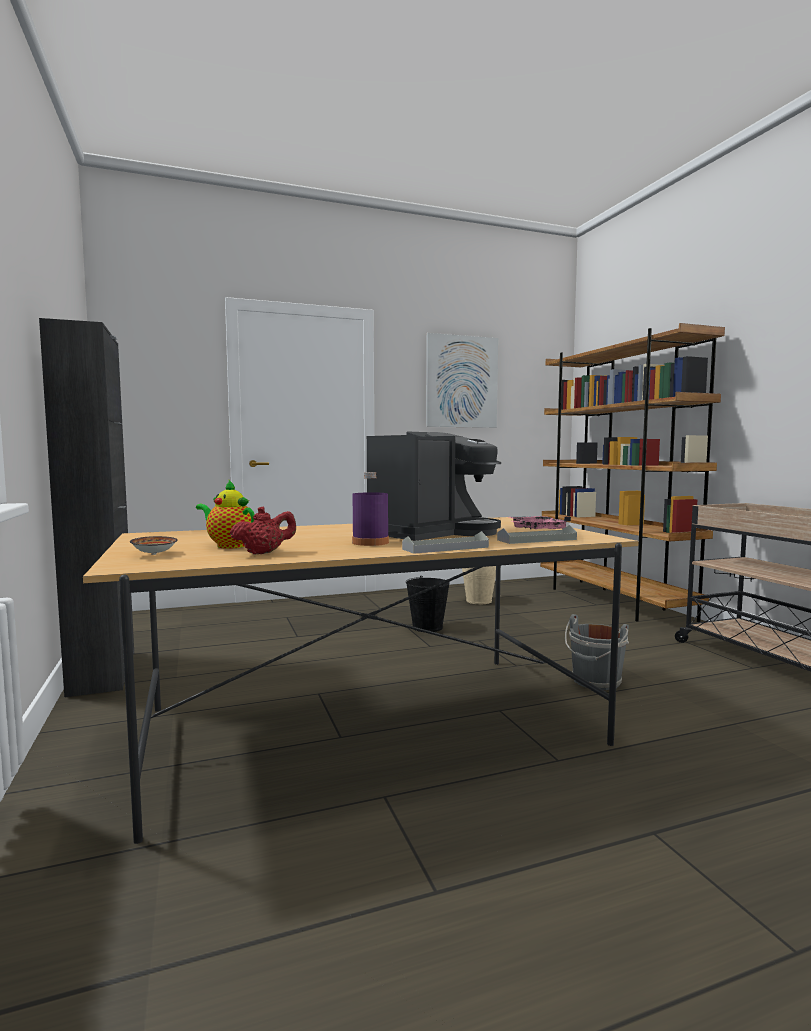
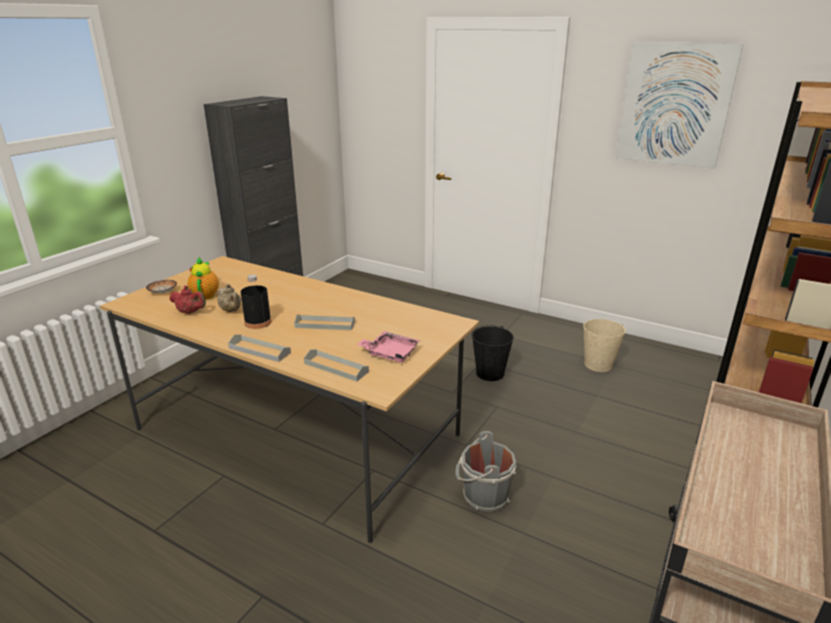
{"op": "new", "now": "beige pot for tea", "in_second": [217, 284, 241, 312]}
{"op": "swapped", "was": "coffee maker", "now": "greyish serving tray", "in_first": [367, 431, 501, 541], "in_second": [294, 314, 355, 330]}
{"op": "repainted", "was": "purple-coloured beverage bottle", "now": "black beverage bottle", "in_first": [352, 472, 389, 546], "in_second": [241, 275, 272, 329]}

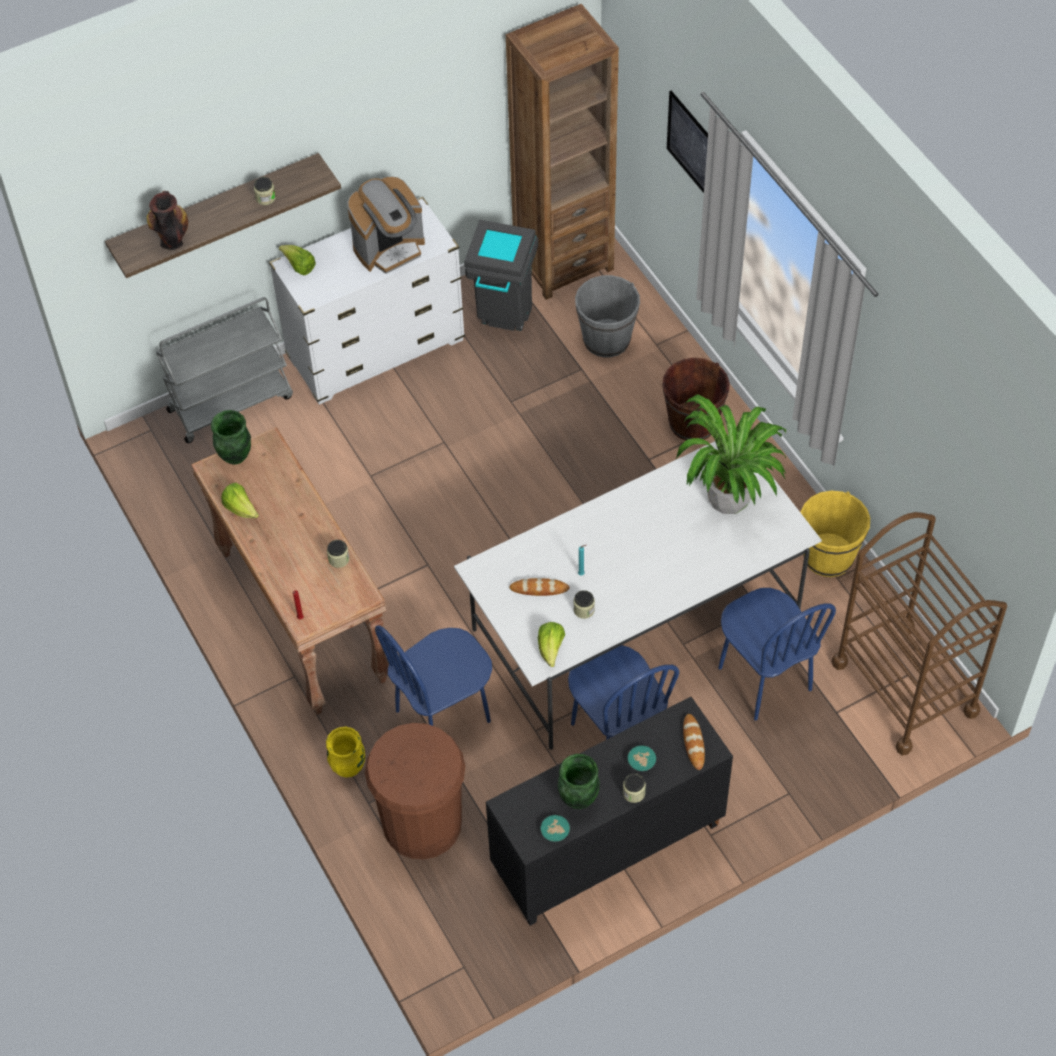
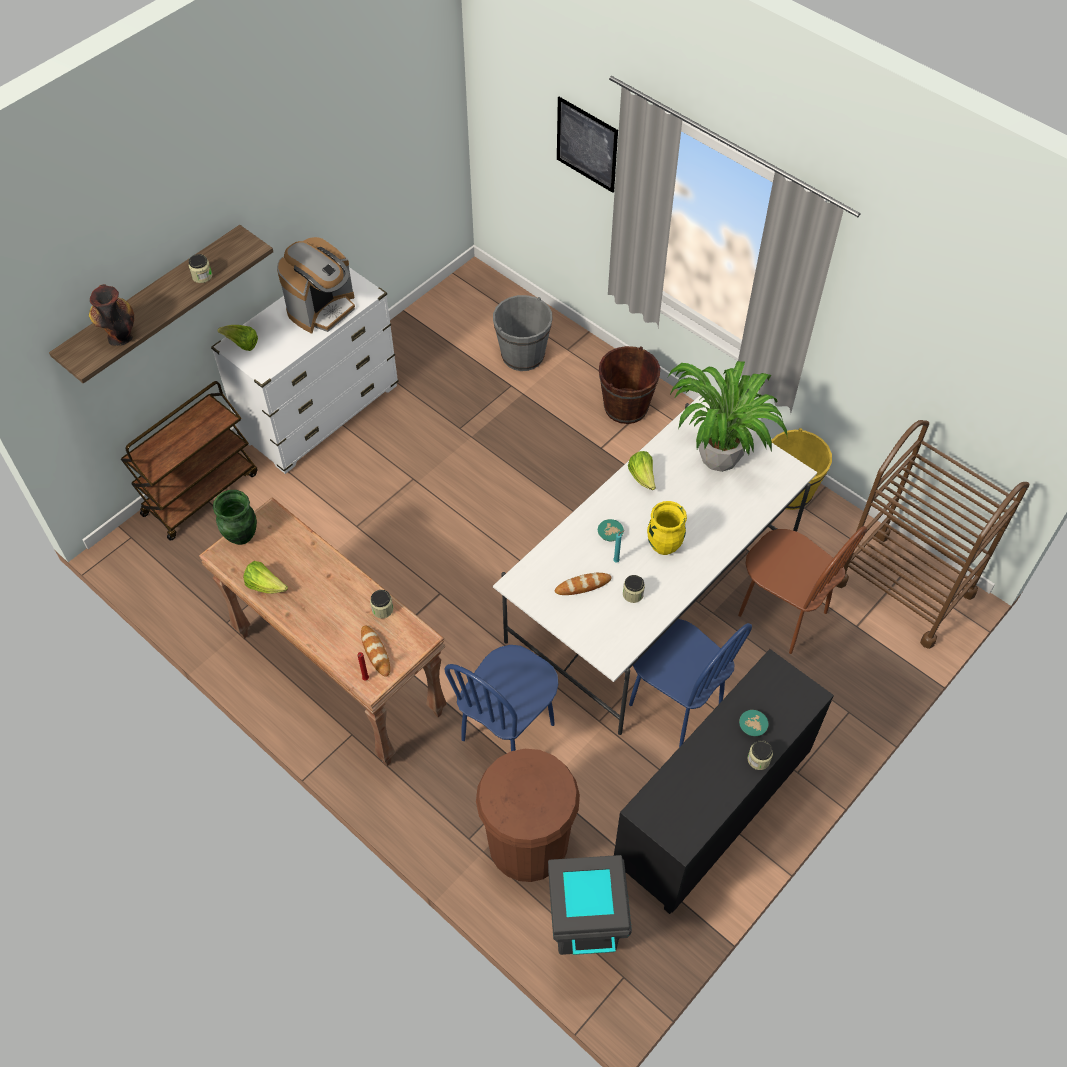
{"op": "gone", "was": "brownish shelving unit", "in_first": [506, 4, 619, 300]}
{"op": "gone", "was": "greenish vase", "in_first": [558, 754, 600, 809]}
{"op": "shifted", "was": "yellow vase", "in_first": [326, 727, 365, 778], "in_second": [647, 501, 687, 555]}
{"op": "shifted", "was": "greyish trash can", "in_first": [464, 220, 538, 331], "in_second": [548, 855, 632, 955]}
{"op": "shifted", "was": "lettuce", "in_first": [538, 622, 565, 667], "in_second": [628, 451, 656, 490]}
{"op": "shifted", "was": "turquoise-coloured bowl", "in_first": [541, 815, 570, 842], "in_second": [598, 519, 624, 541]}
{"op": "shifted", "was": "bakery bread", "in_first": [683, 714, 705, 770], "in_second": [361, 626, 390, 677]}
{"op": "repainted", "was": "greyish trolley", "now": "brownish trolley", "in_first": [156, 297, 293, 443], "in_second": [121, 381, 258, 541]}
{"op": "repainted", "was": "blue plain chair", "now": "brownish plain chair", "in_first": [718, 588, 836, 721], "in_second": [738, 526, 867, 654]}

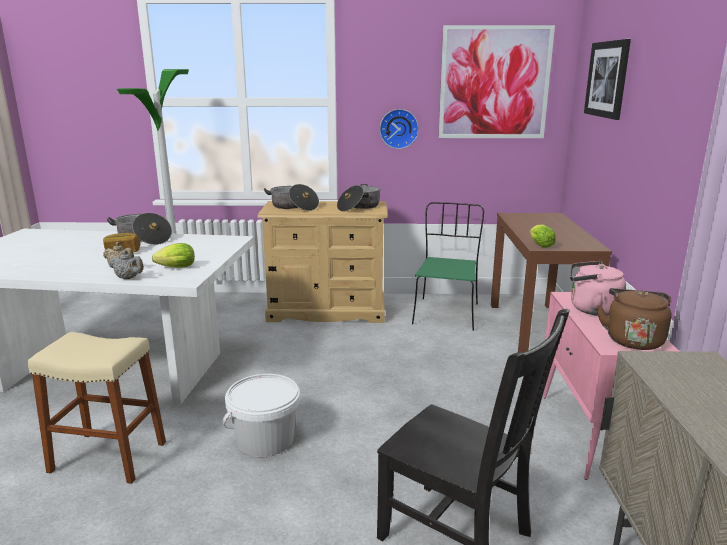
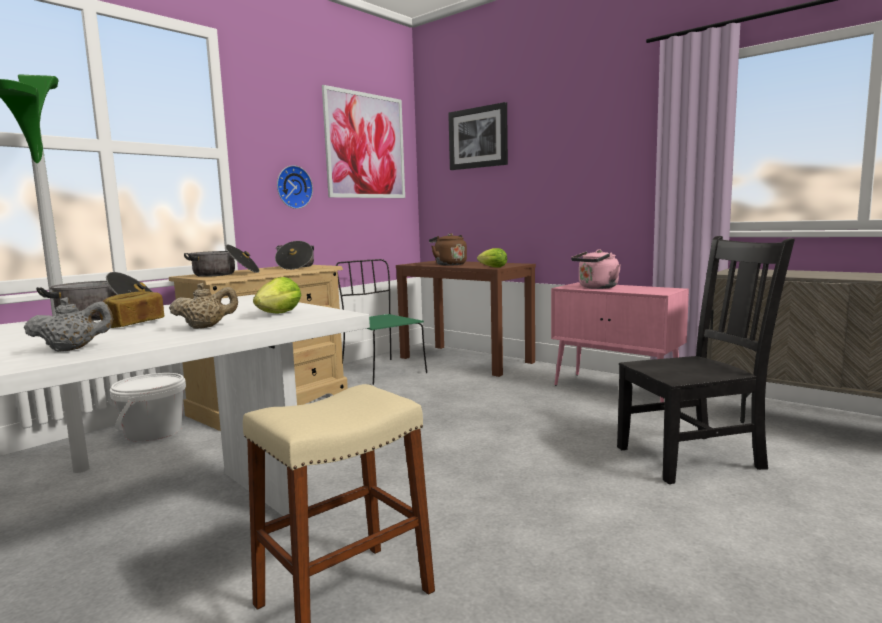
{"op": "shifted", "was": "greyish pot for tea", "in_first": [109, 250, 144, 279], "in_second": [24, 297, 113, 352]}
{"op": "shifted", "was": "whitish water bucket", "in_first": [223, 374, 300, 457], "in_second": [110, 373, 186, 442]}
{"op": "shifted", "was": "brownish water kettle", "in_first": [597, 288, 672, 350], "in_second": [429, 233, 467, 266]}

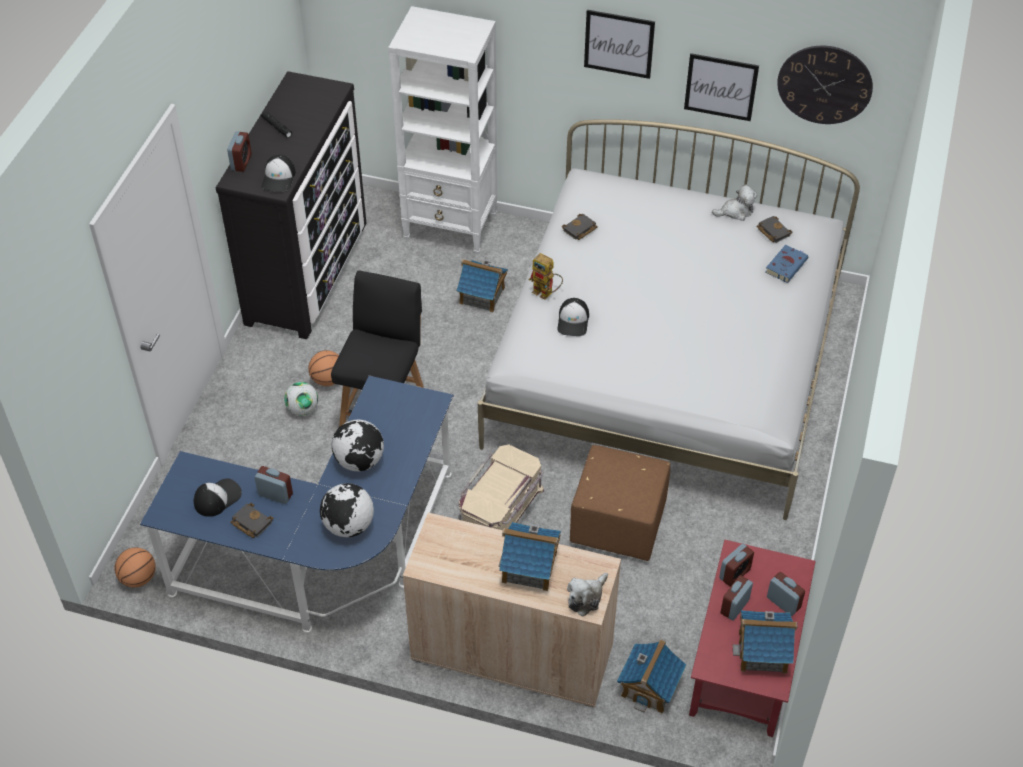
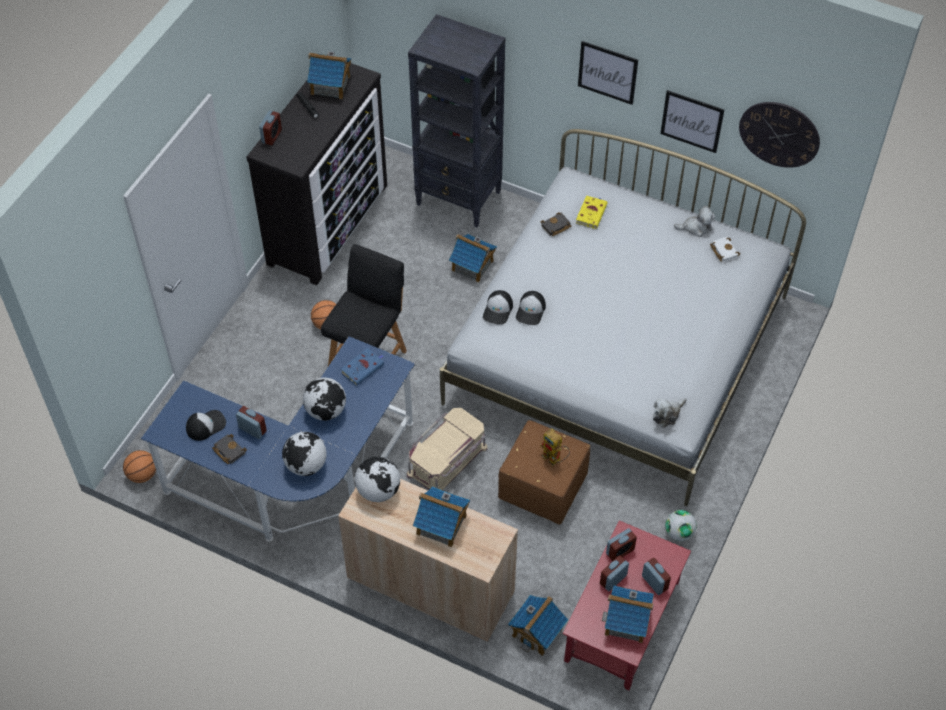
{"op": "new", "now": "toy house", "in_second": [307, 51, 351, 99]}
{"op": "new", "now": "globe", "in_second": [355, 457, 400, 502]}
{"op": "new", "now": "yellow volume", "in_second": [576, 196, 608, 229]}
{"op": "shifted", "was": "baseball cap", "in_first": [261, 155, 296, 192], "in_second": [483, 290, 513, 325]}
{"op": "shifted", "was": "football", "in_first": [284, 382, 318, 415], "in_second": [665, 510, 697, 541]}
{"op": "shifted", "was": "toy robot", "in_first": [529, 253, 563, 300], "in_second": [540, 428, 570, 466]}
{"op": "shifted", "was": "soft toy", "in_first": [567, 573, 608, 616], "in_second": [653, 398, 687, 428]}
{"op": "shifted", "was": "blue volume", "in_first": [765, 245, 808, 283], "in_second": [341, 348, 384, 386]}
{"op": "repainted", "was": "whitish shelving unit", "now": "black shelving unit", "in_first": [388, 6, 497, 255], "in_second": [408, 14, 505, 227]}
{"op": "repainted", "was": "black volume", "now": "whitish volume", "in_first": [756, 216, 792, 243], "in_second": [710, 237, 740, 262]}

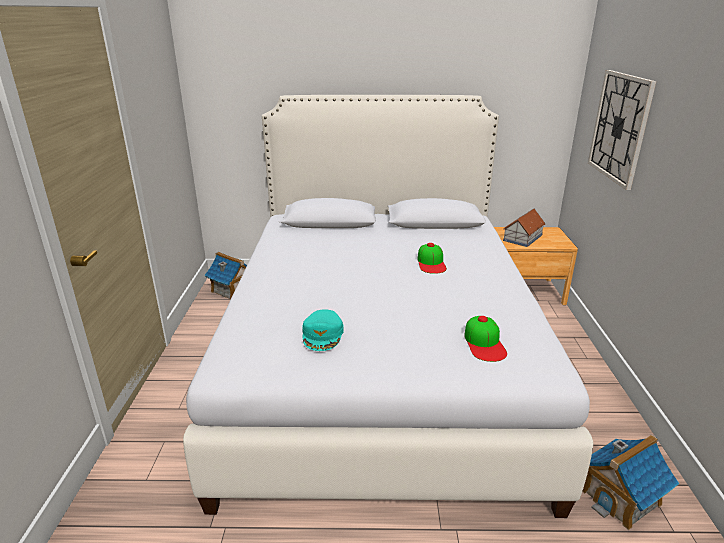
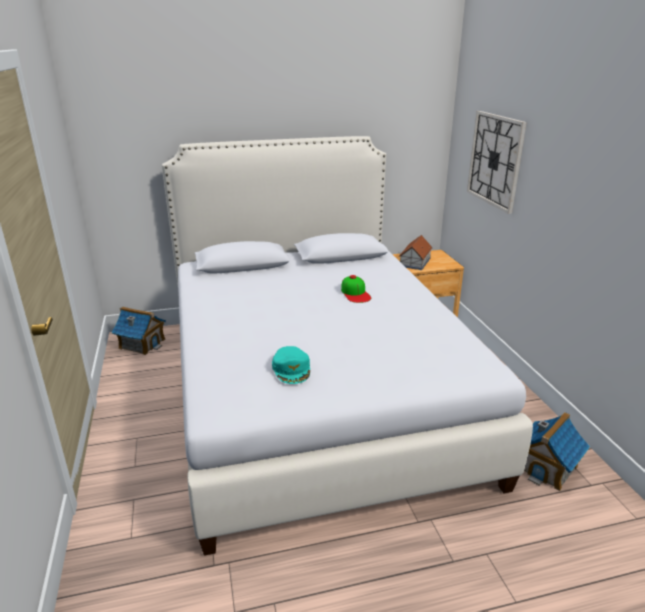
{"op": "gone", "was": "baseball cap", "in_first": [464, 316, 507, 362]}

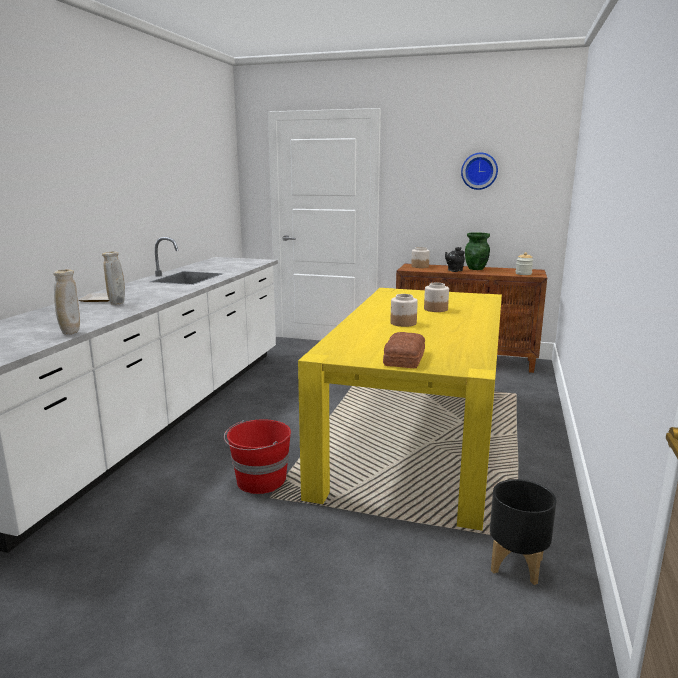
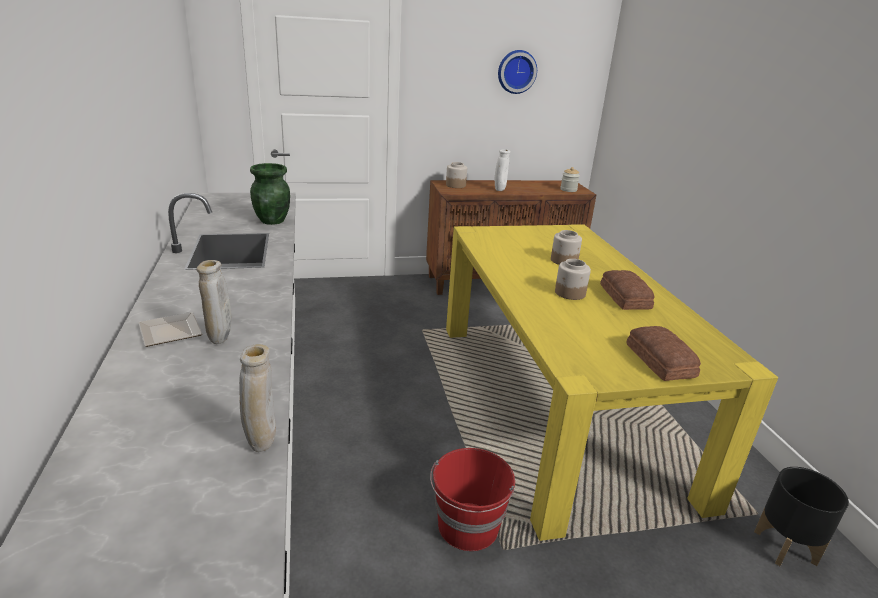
{"op": "new", "now": "bakery bread", "in_second": [600, 270, 654, 310]}
{"op": "shifted", "was": "greenish vase", "in_first": [465, 232, 490, 270], "in_second": [250, 163, 290, 225]}
{"op": "swapped", "was": "black pot for tea", "now": "whitish vase", "in_first": [445, 247, 465, 272], "in_second": [495, 149, 511, 191]}

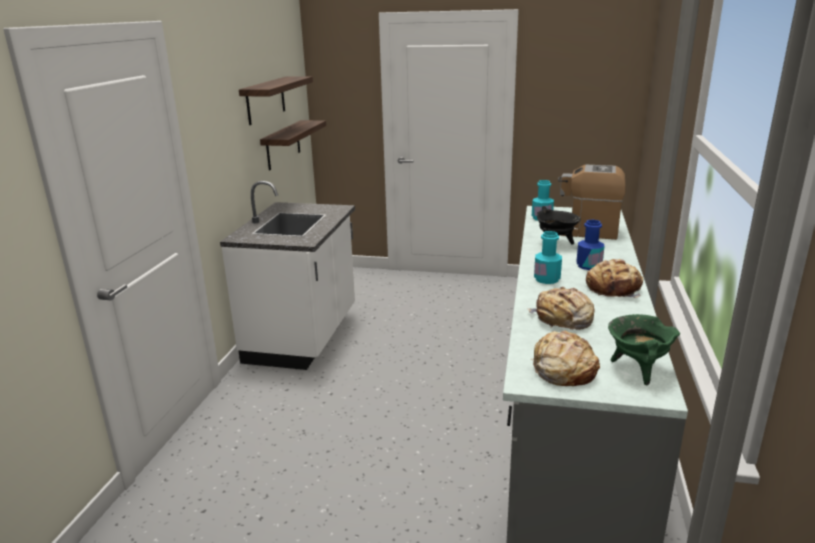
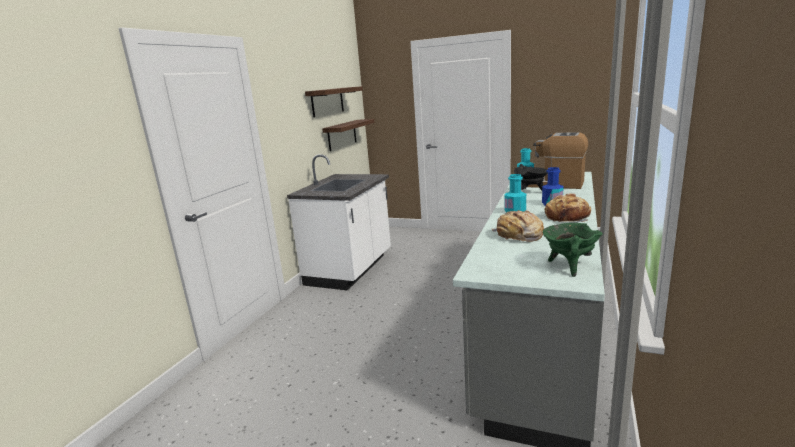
{"op": "gone", "was": "bakery bread", "in_first": [531, 330, 600, 386]}

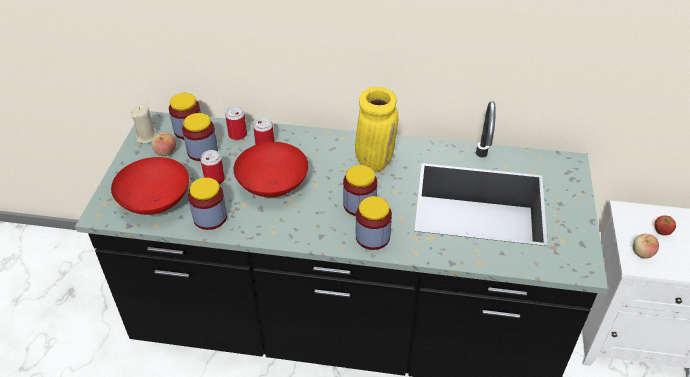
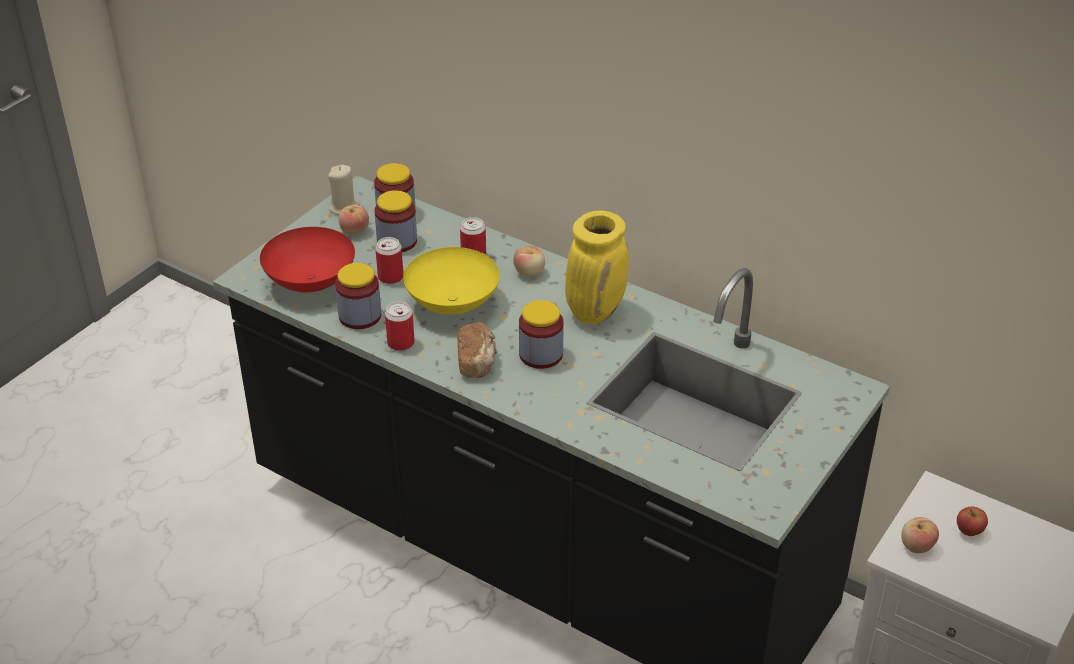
{"op": "gone", "was": "storage jar", "in_first": [356, 196, 392, 250]}
{"op": "new", "now": "bakery bread", "in_second": [457, 322, 497, 378]}
{"op": "new", "now": "apple fruit", "in_second": [513, 246, 545, 277]}
{"op": "shifted", "was": "metal can", "in_first": [225, 106, 247, 140], "in_second": [385, 302, 415, 351]}
{"op": "repainted", "was": "reddish bowl", "now": "yellow bowl", "in_first": [234, 142, 308, 197], "in_second": [403, 247, 500, 315]}

